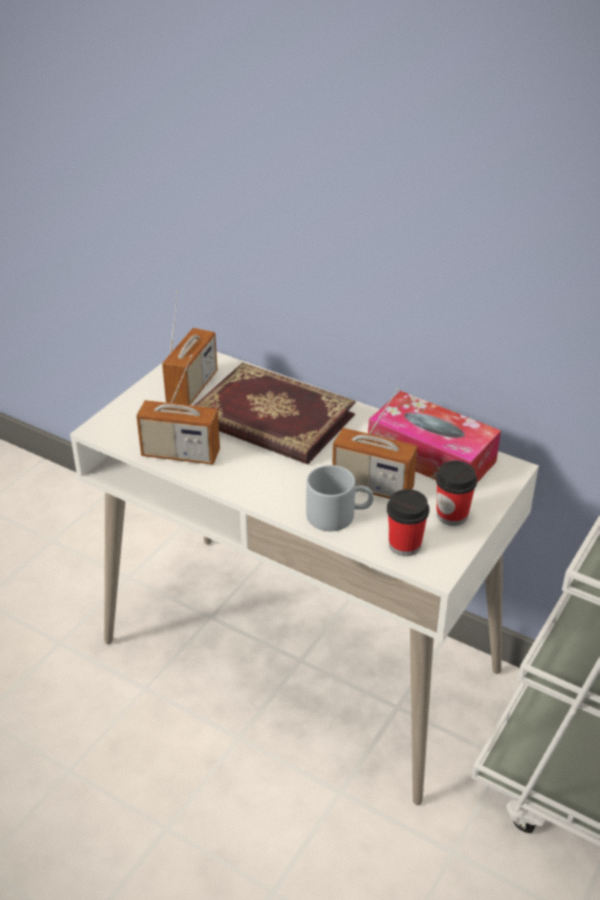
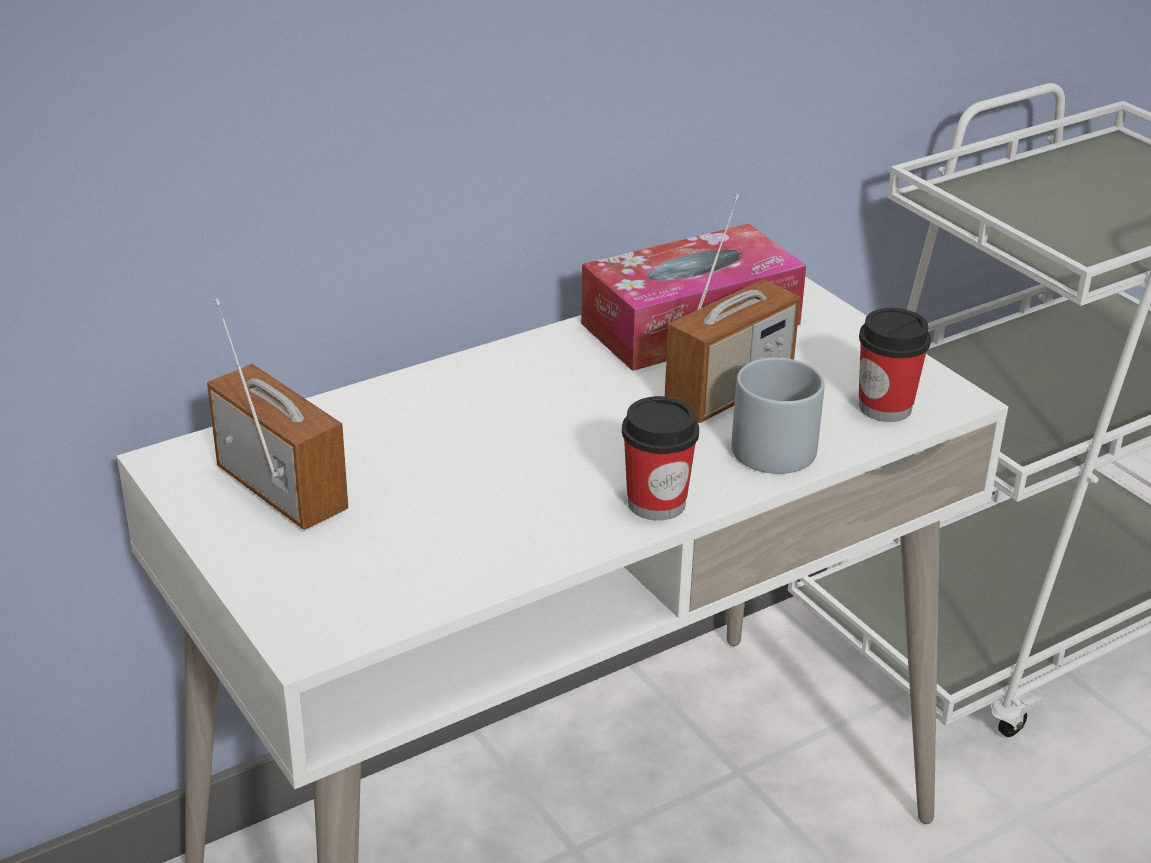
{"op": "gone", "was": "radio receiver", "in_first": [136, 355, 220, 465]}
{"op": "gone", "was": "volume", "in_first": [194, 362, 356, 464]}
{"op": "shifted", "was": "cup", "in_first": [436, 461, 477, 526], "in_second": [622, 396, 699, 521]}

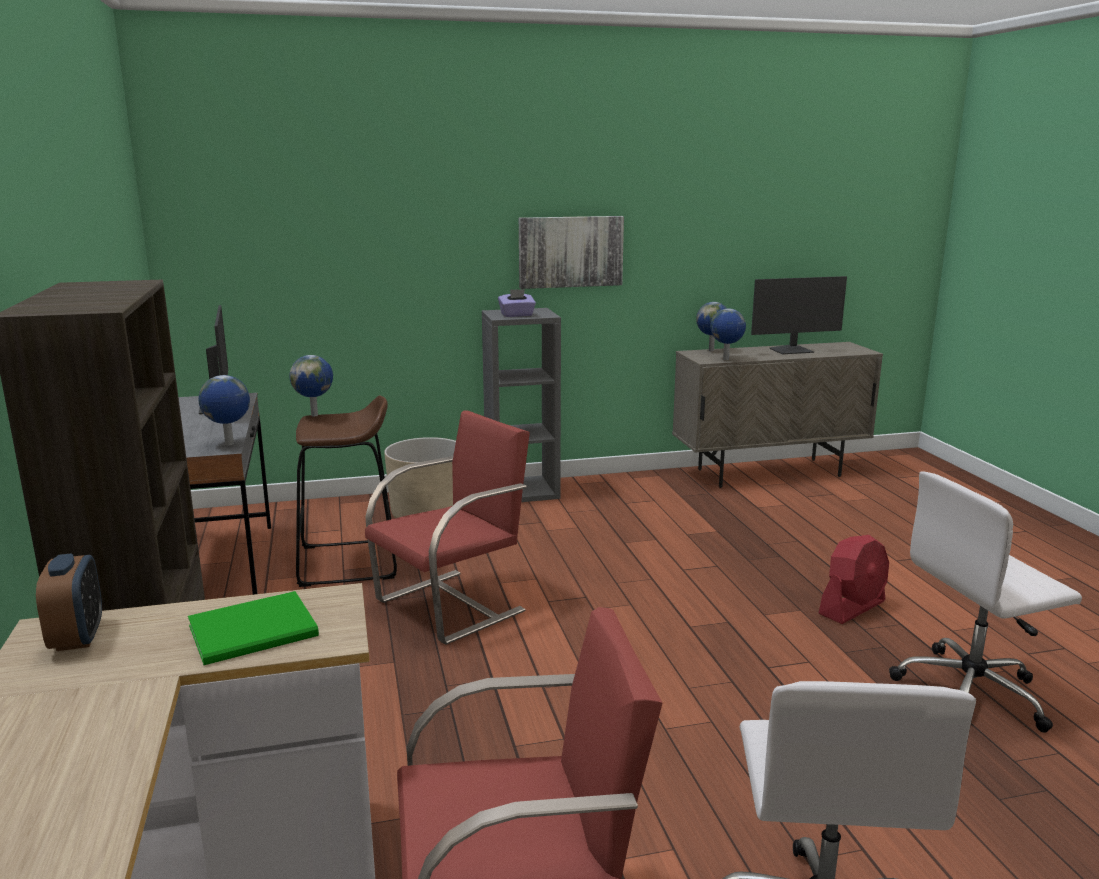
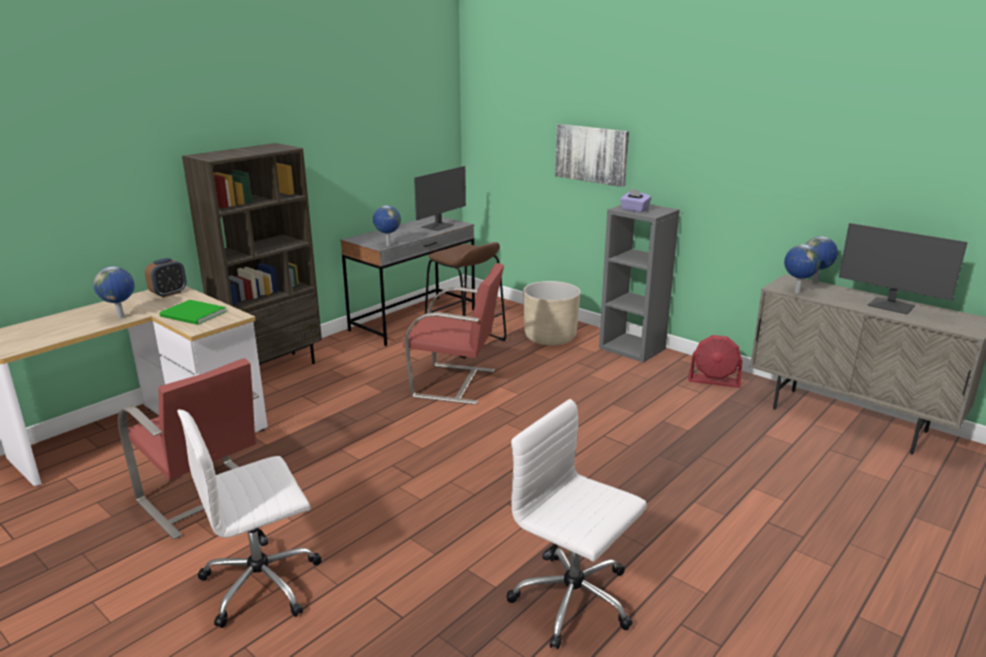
{"op": "shifted", "was": "globe", "in_first": [289, 355, 333, 417], "in_second": [94, 266, 134, 319]}
{"op": "shifted", "was": "wall picture", "in_first": [519, 216, 624, 289], "in_second": [555, 124, 629, 187]}
{"op": "shifted", "was": "reddish cooling fan", "in_first": [819, 535, 889, 624], "in_second": [688, 335, 742, 388]}

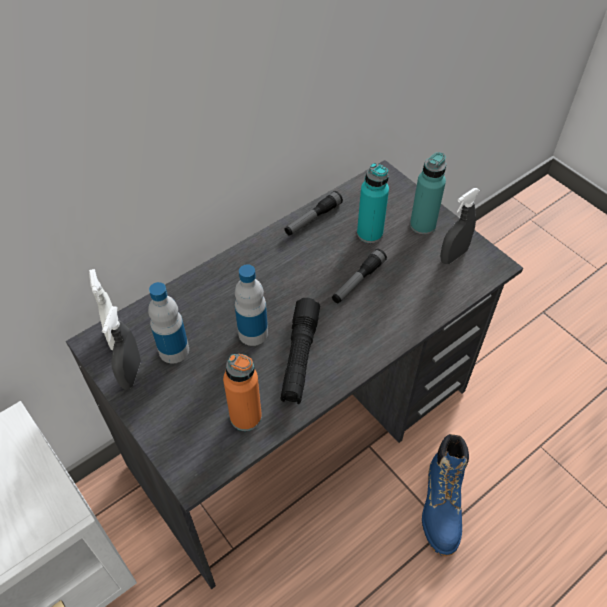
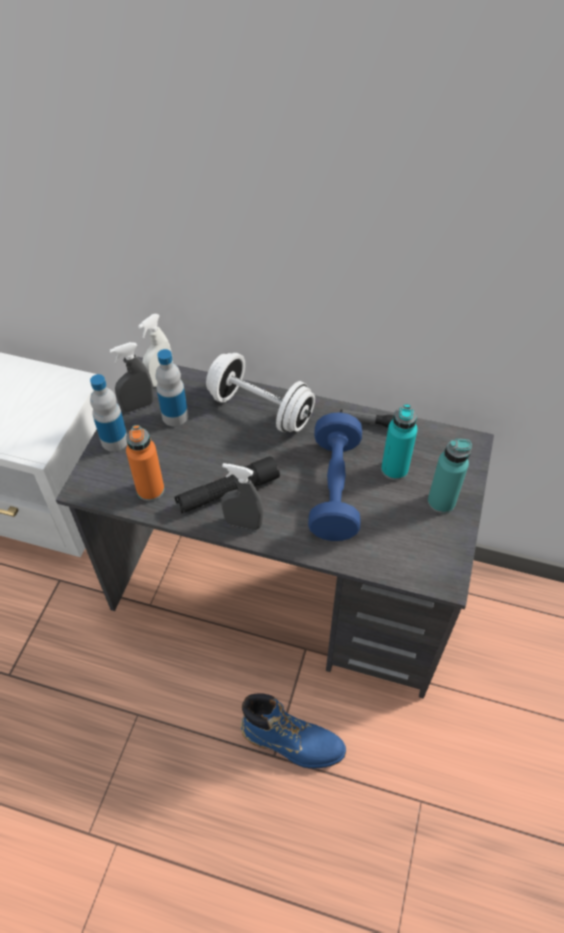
{"op": "new", "now": "whitish dumbbell", "in_second": [206, 353, 315, 432]}
{"op": "shifted", "was": "beverage bottle", "in_first": [235, 264, 268, 346], "in_second": [90, 374, 127, 452]}
{"op": "shifted", "was": "greyish spray bottle", "in_first": [440, 188, 480, 264], "in_second": [221, 463, 263, 530]}
{"op": "swapped", "was": "flashlight", "now": "blue dumbbell", "in_first": [332, 249, 387, 303], "in_second": [308, 412, 362, 541]}
{"op": "rotated", "was": "blue tall boot", "in_first": [422, 434, 469, 556], "in_second": [240, 693, 346, 769], "clockwise": -135}

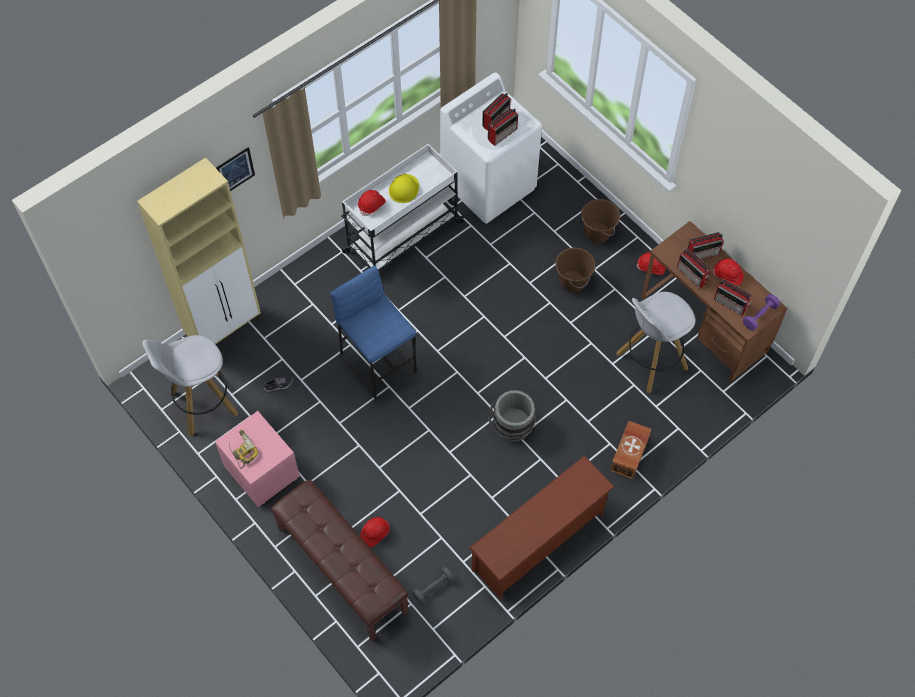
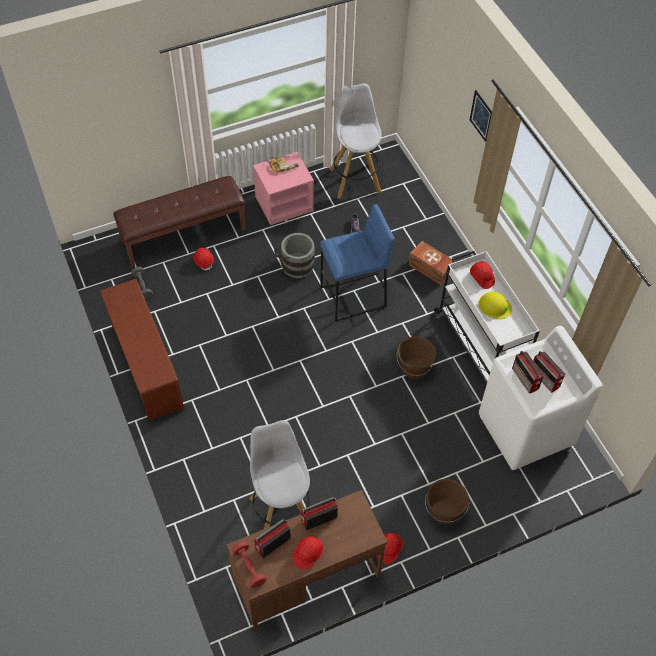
{"op": "gone", "was": "beige storage cabinet", "in_first": [137, 157, 261, 344]}
{"op": "gone", "was": "radio receiver", "in_first": [687, 232, 724, 259]}
{"op": "shifted", "was": "greyish water bucket", "in_first": [488, 390, 537, 442], "in_second": [274, 233, 315, 278]}
{"op": "shifted", "was": "brownish water bucket", "in_first": [555, 248, 596, 292], "in_second": [397, 337, 436, 379]}
{"op": "shifted", "was": "brownish storage box", "in_first": [610, 421, 651, 480], "in_second": [409, 241, 454, 285]}
{"op": "repainted", "was": "purple-coloured dumbbell", "now": "reddish dumbbell", "in_first": [743, 294, 780, 331], "in_second": [232, 541, 266, 588]}

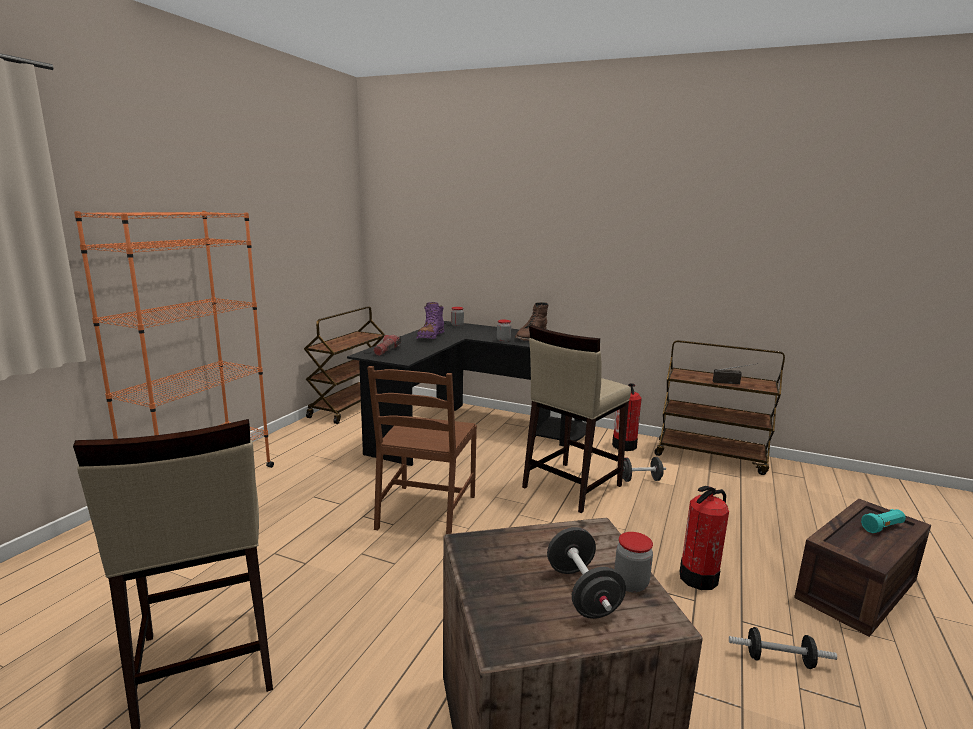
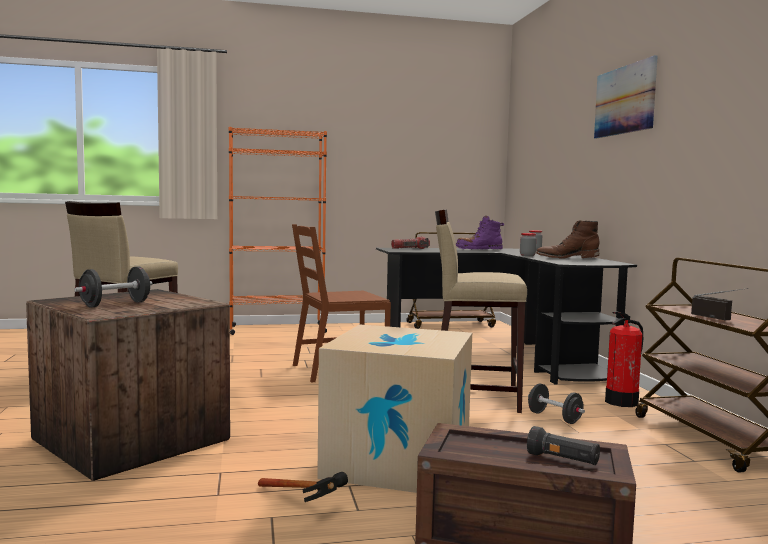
{"op": "gone", "was": "storage jar", "in_first": [614, 532, 653, 593]}
{"op": "new", "now": "wall picture", "in_second": [594, 55, 658, 139]}
{"op": "swapped", "was": "fire-fighting cylinder", "now": "packing box", "in_first": [680, 486, 729, 590], "in_second": [317, 324, 472, 493]}
{"op": "swapped", "was": "dumbbell", "now": "hammer", "in_first": [729, 627, 837, 669], "in_second": [258, 472, 348, 502]}
{"op": "repainted", "was": "turquoise-coloured flashlight", "now": "black flashlight", "in_first": [861, 509, 906, 533], "in_second": [527, 426, 600, 465]}

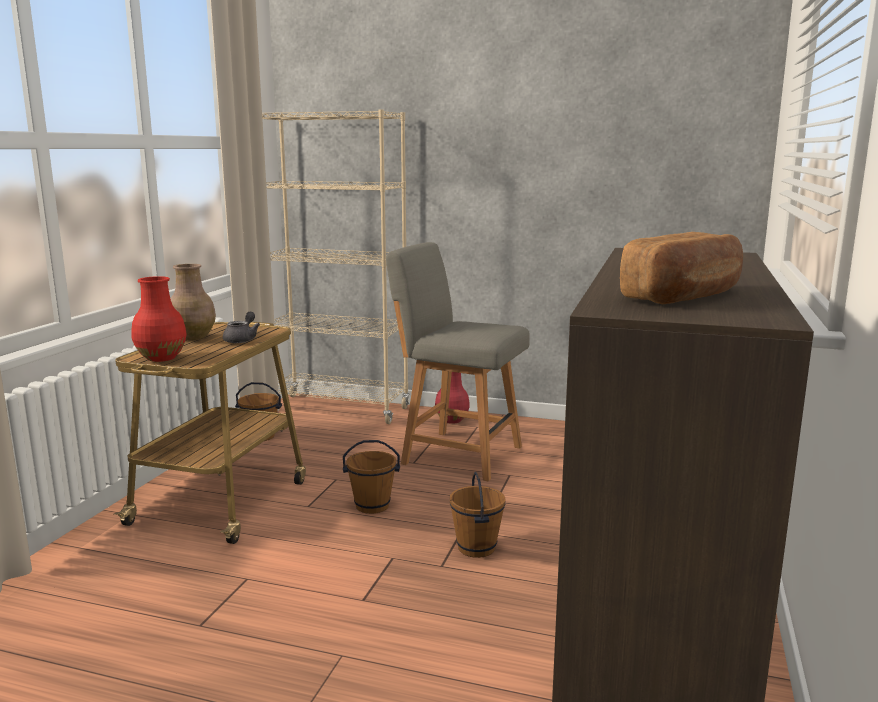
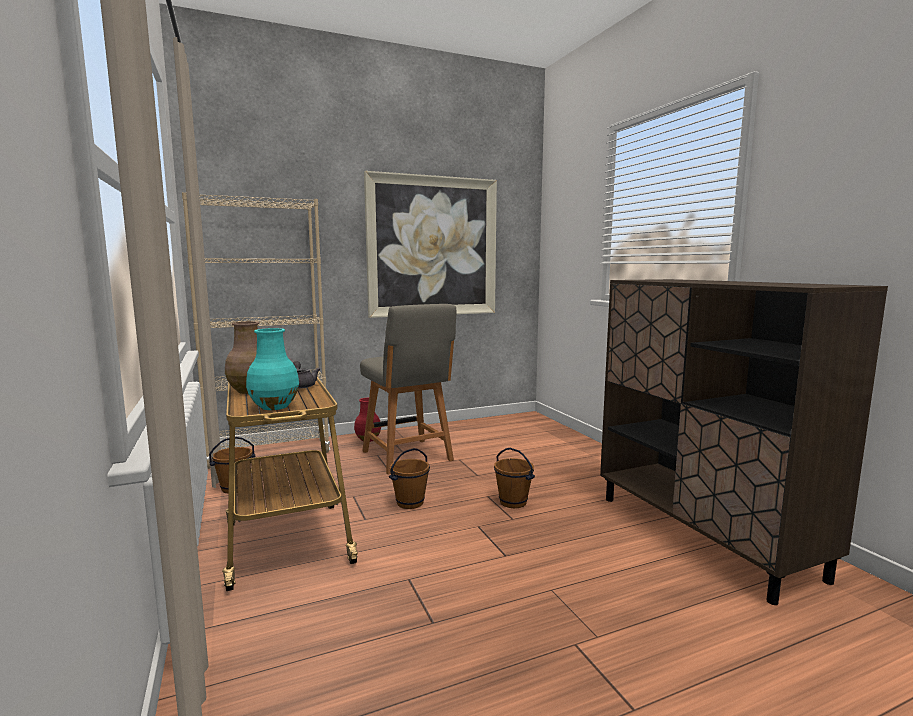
{"op": "gone", "was": "bakery bread", "in_first": [620, 232, 743, 304]}
{"op": "new", "now": "wall picture", "in_second": [364, 171, 497, 318]}
{"op": "repainted", "was": "reddish vase", "now": "turquoise-coloured vase", "in_first": [131, 276, 186, 362], "in_second": [246, 328, 299, 410]}
{"op": "rotated", "was": "greyish plain chair", "in_first": [386, 242, 530, 481], "in_second": [360, 304, 456, 475], "clockwise": -105}

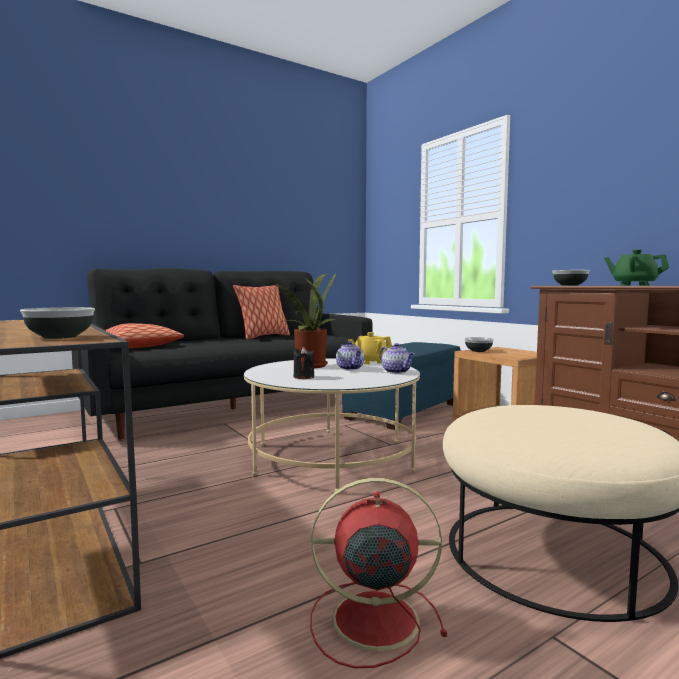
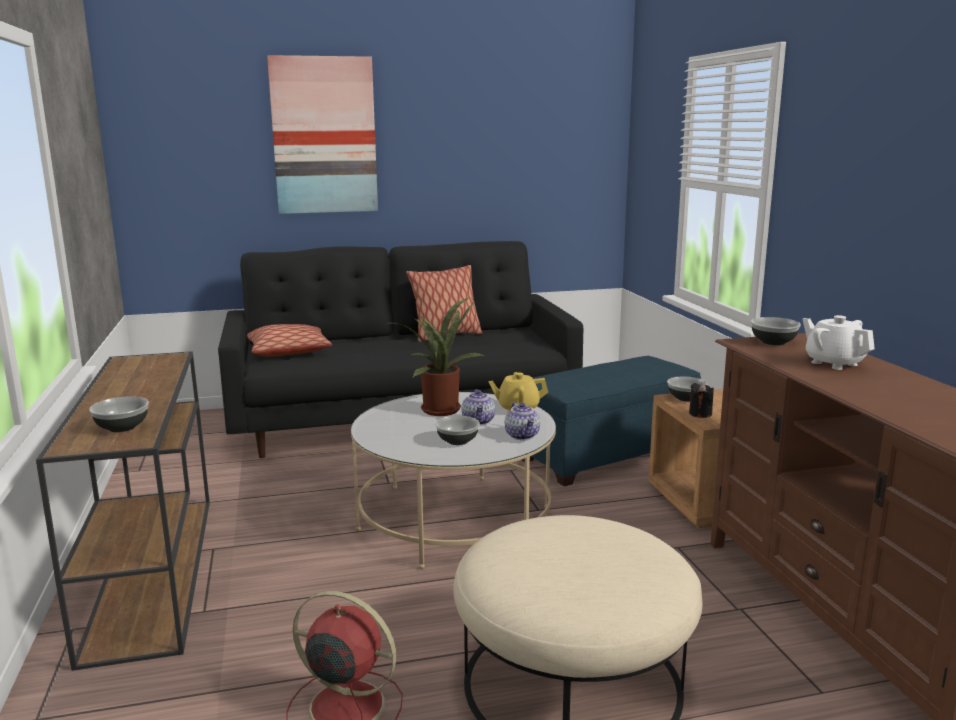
{"op": "new", "now": "wall picture", "in_second": [267, 55, 378, 214]}
{"op": "new", "now": "bowl", "in_second": [435, 416, 480, 445]}
{"op": "shifted", "was": "black candle", "in_first": [293, 347, 314, 379], "in_second": [689, 383, 714, 418]}
{"op": "repainted", "was": "greenish pot for tea", "now": "whitish pot for tea", "in_first": [604, 250, 669, 285], "in_second": [802, 315, 875, 370]}

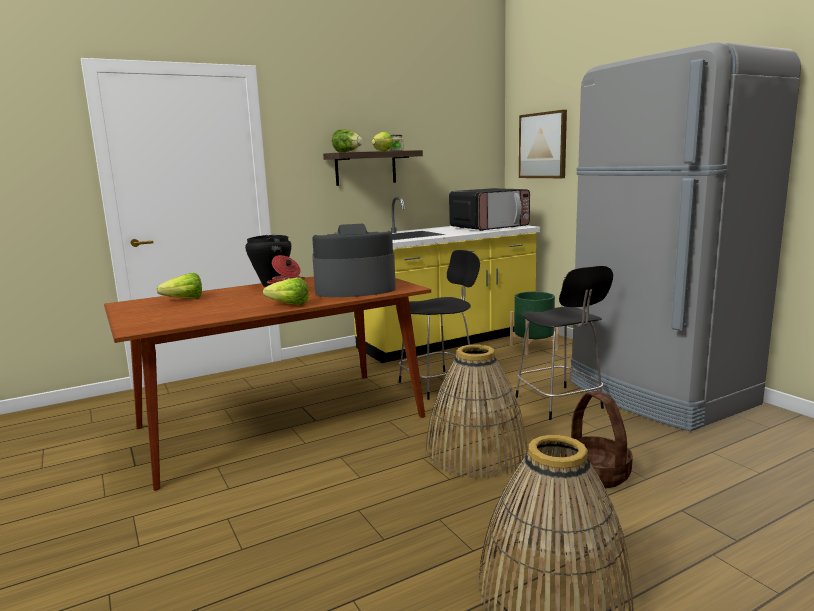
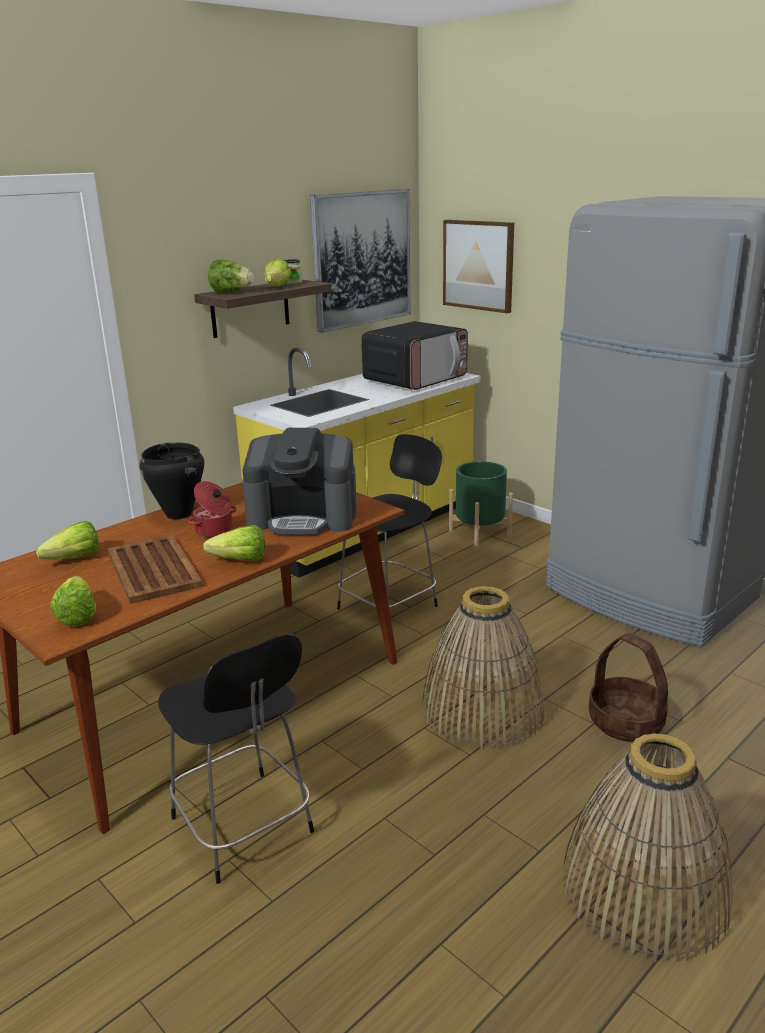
{"op": "new", "now": "lettuce", "in_second": [50, 576, 96, 626]}
{"op": "new", "now": "brownish serving tray", "in_second": [107, 535, 203, 604]}
{"op": "new", "now": "wall picture", "in_second": [310, 189, 411, 333]}
{"op": "shifted", "was": "black plain chair", "in_first": [516, 266, 613, 420], "in_second": [158, 634, 314, 884]}
{"op": "rotated", "was": "coffee maker", "in_first": [312, 224, 396, 297], "in_second": [242, 428, 357, 535], "clockwise": -150}

